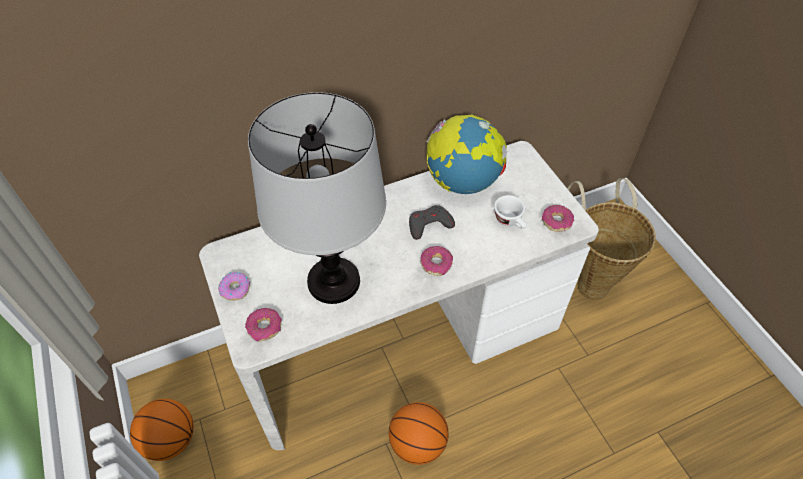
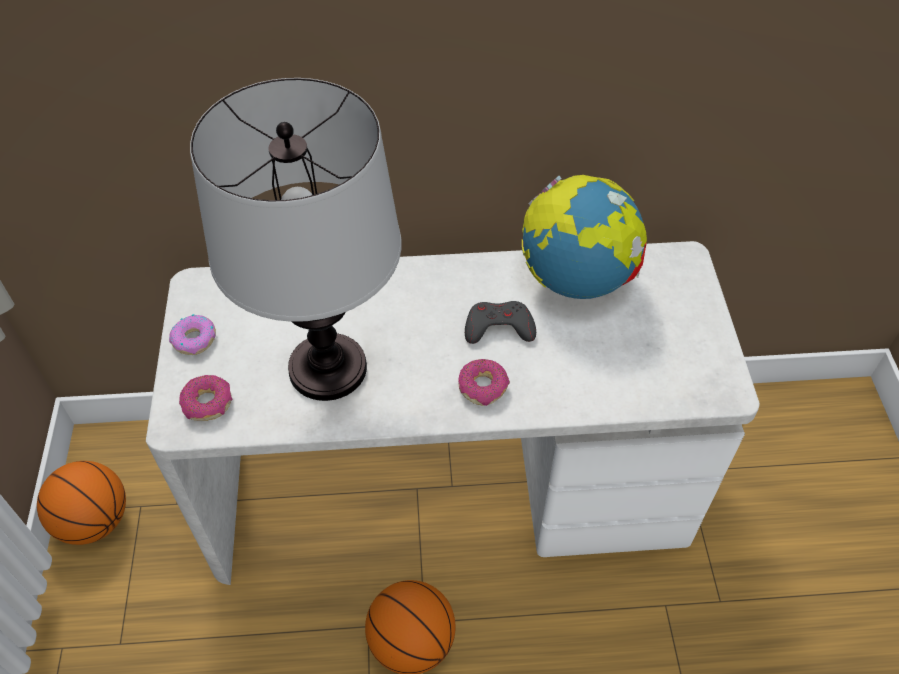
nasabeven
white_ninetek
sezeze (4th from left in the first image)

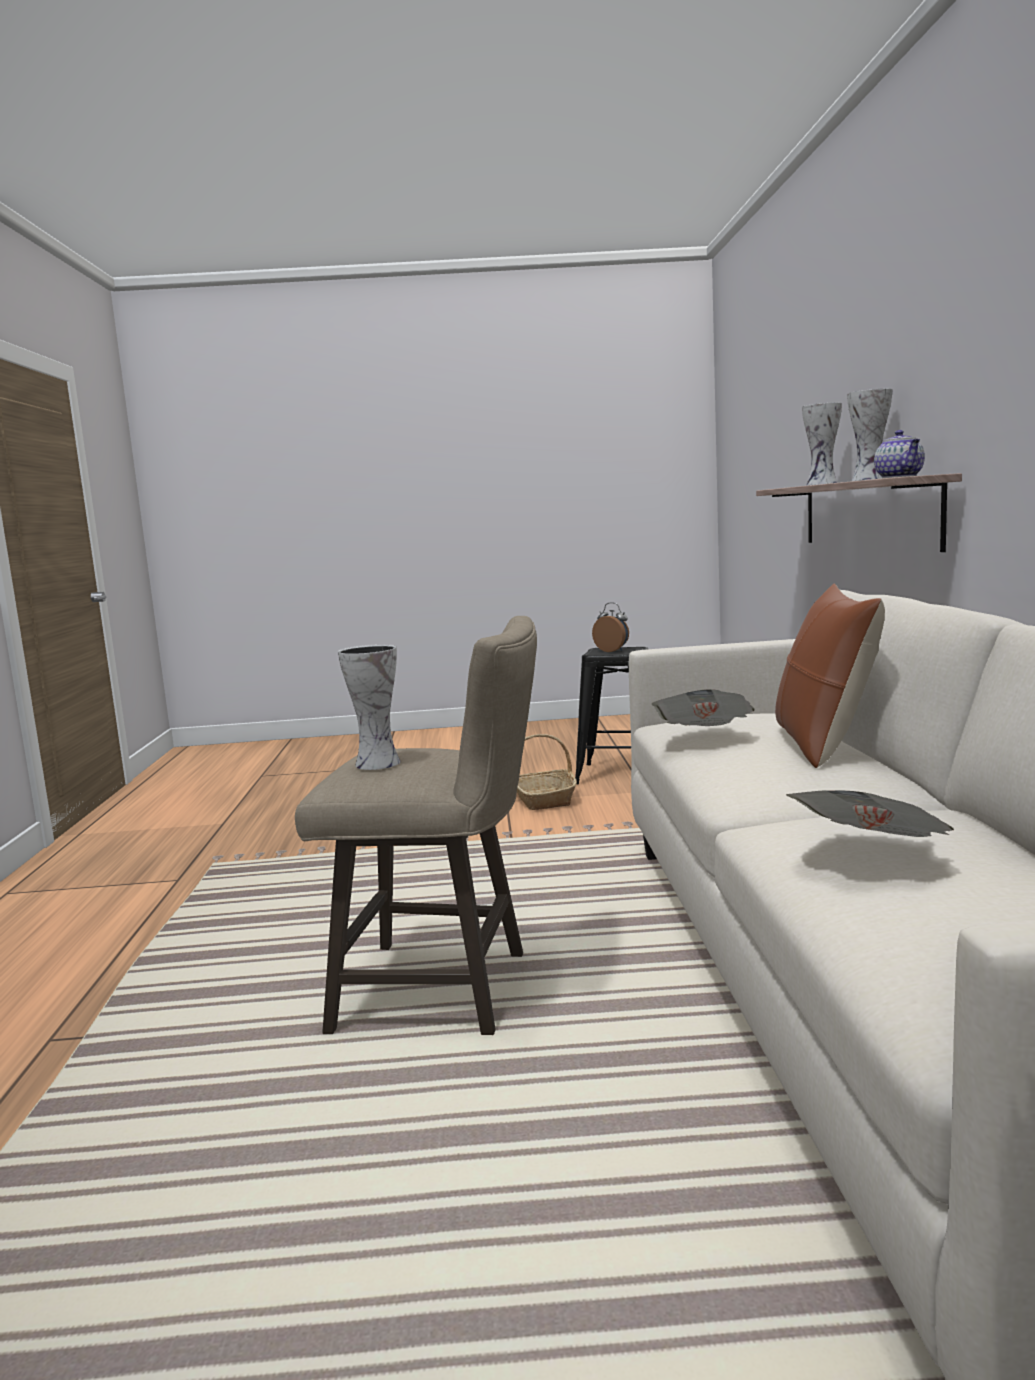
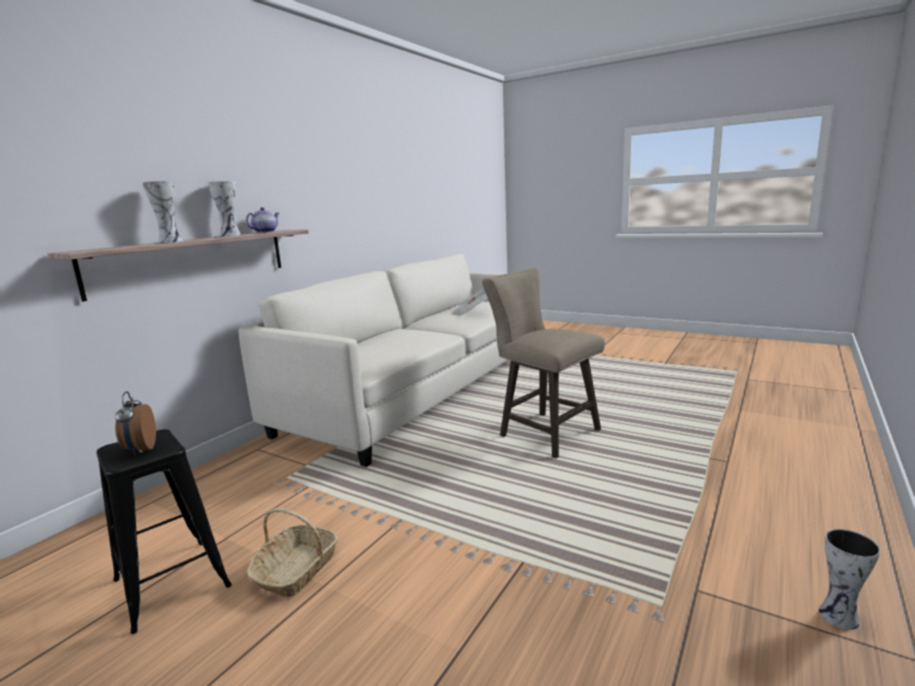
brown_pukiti
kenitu (3rd from left)
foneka (1st from left in the first image)

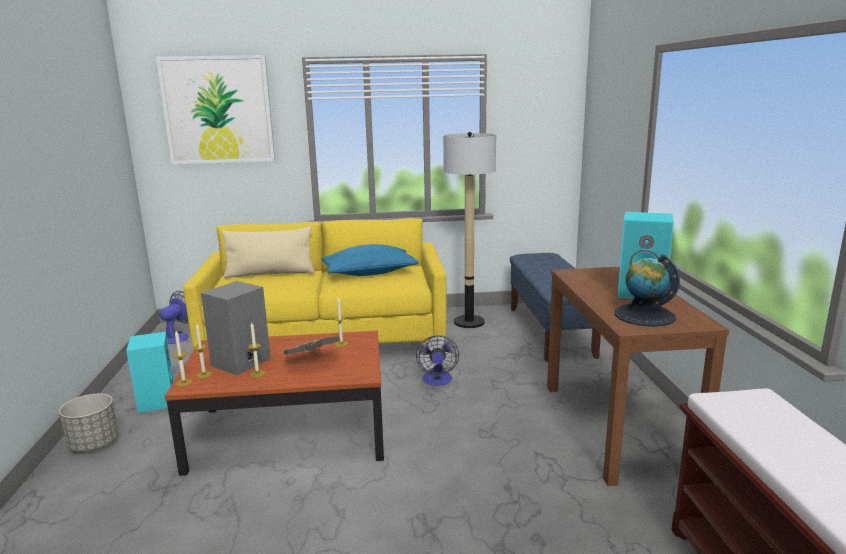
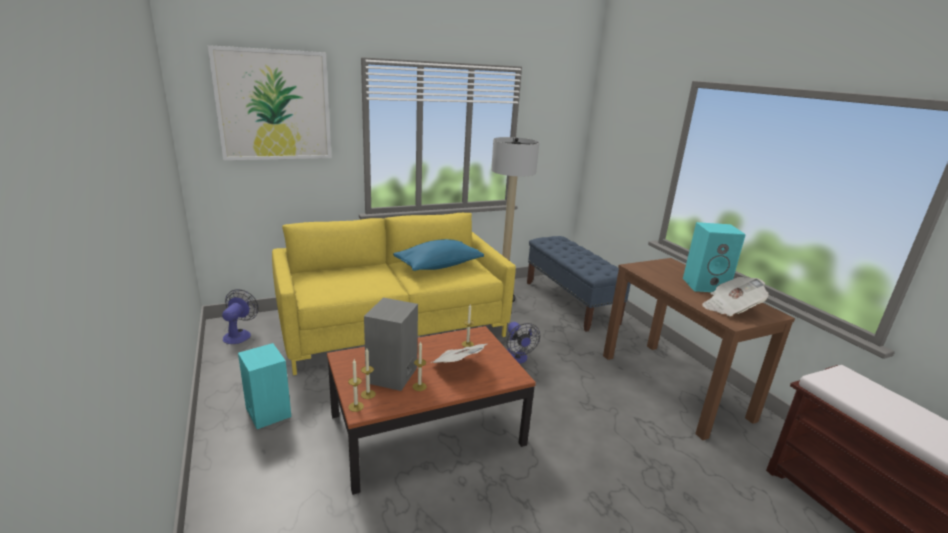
beige_pukiti
foneka (2nd from left)
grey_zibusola

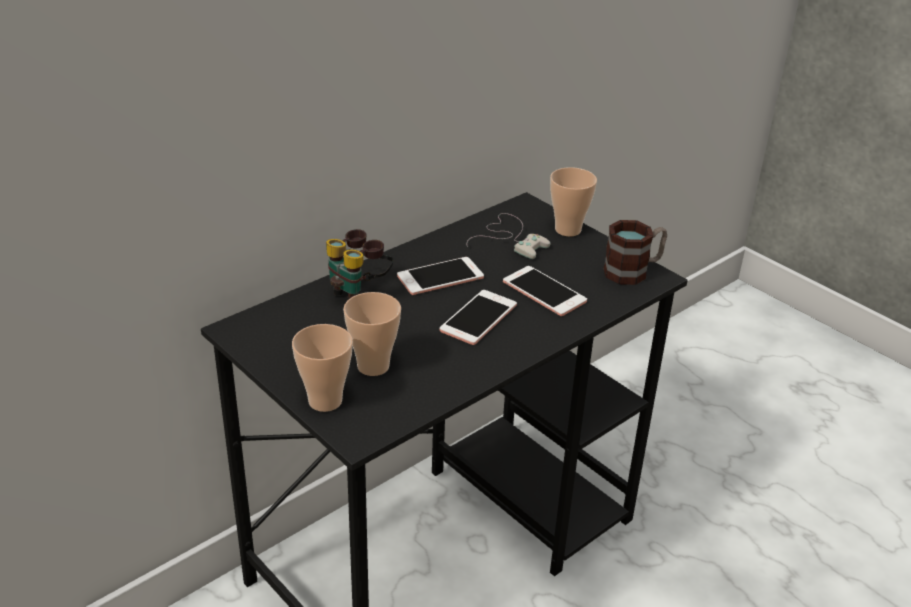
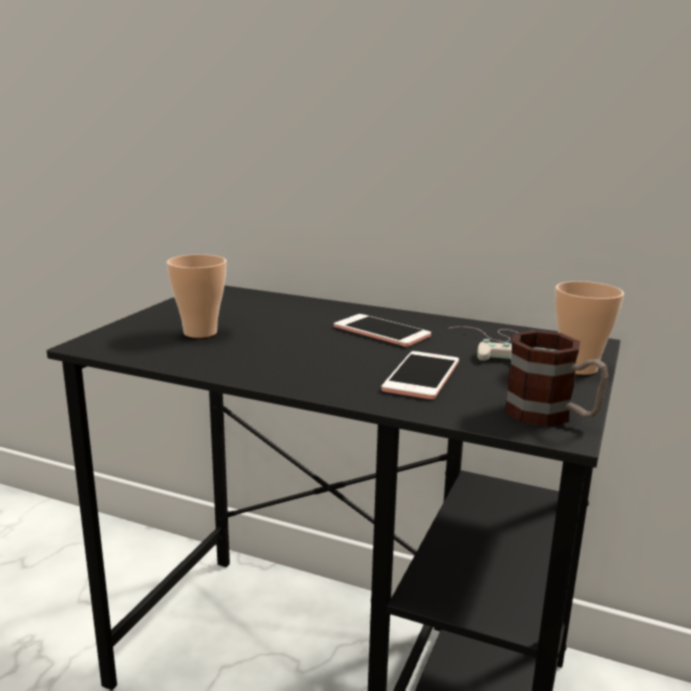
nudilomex
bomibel (2nd from left in the first image)
ninetek (1st from left in the first image)

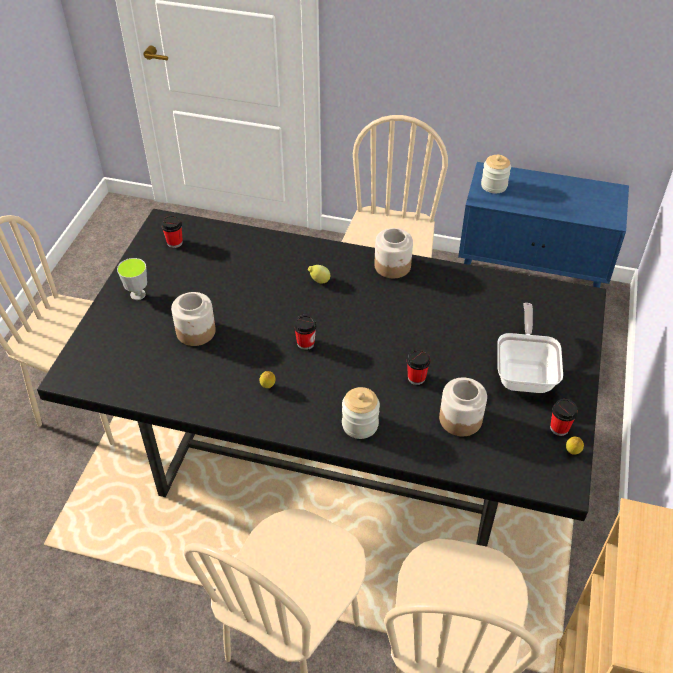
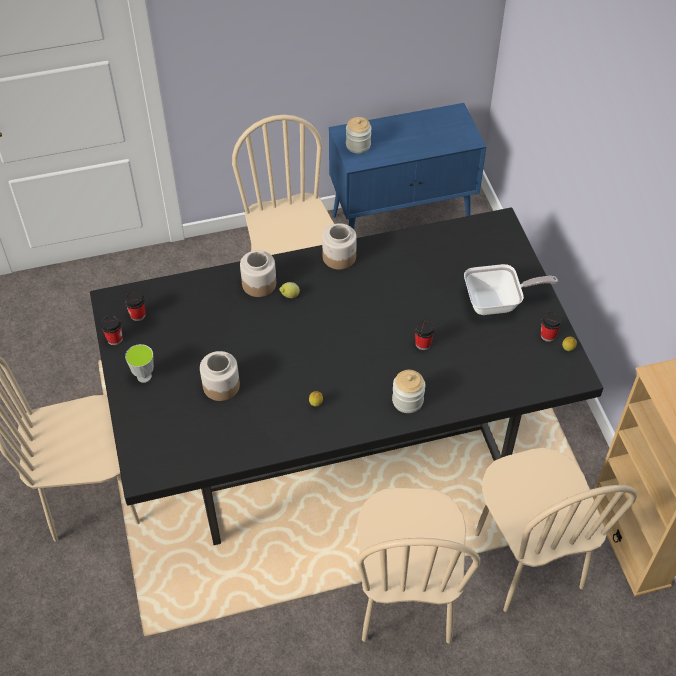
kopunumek
ninetek (1st from left)
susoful (2nd from left)

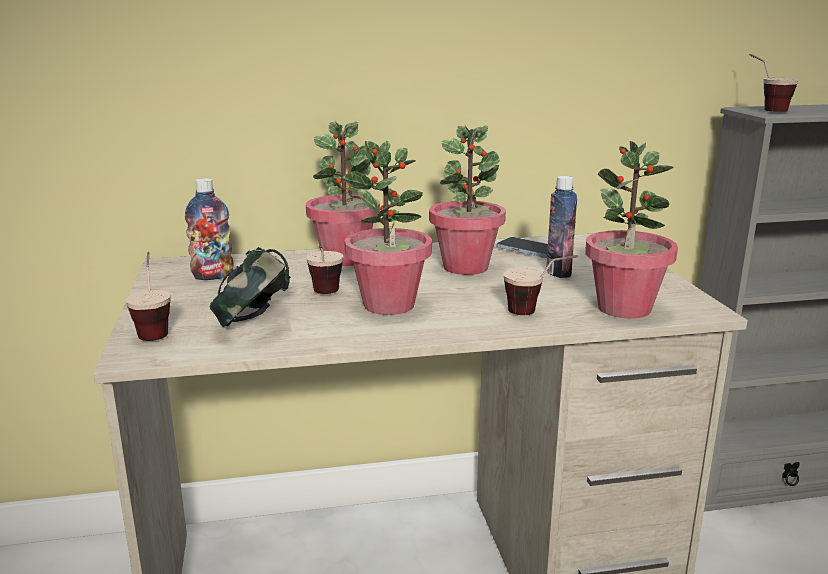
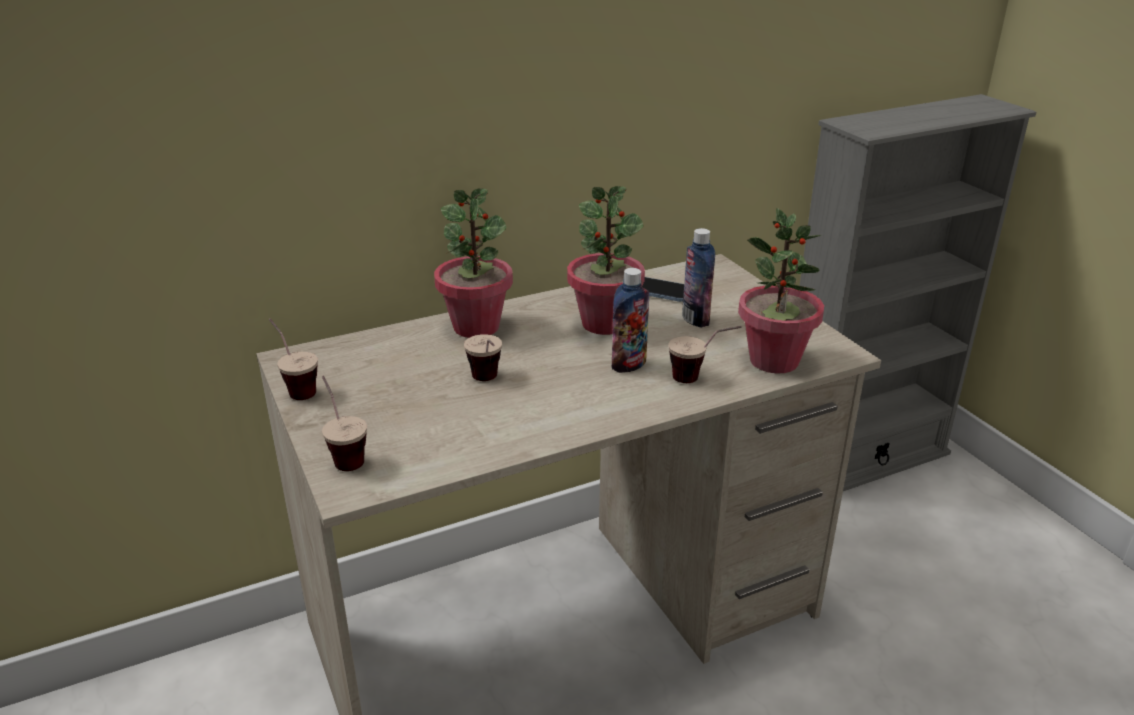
ninetek (1st from left)
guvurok (2nd from left in the first image)
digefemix (1st from left)
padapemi

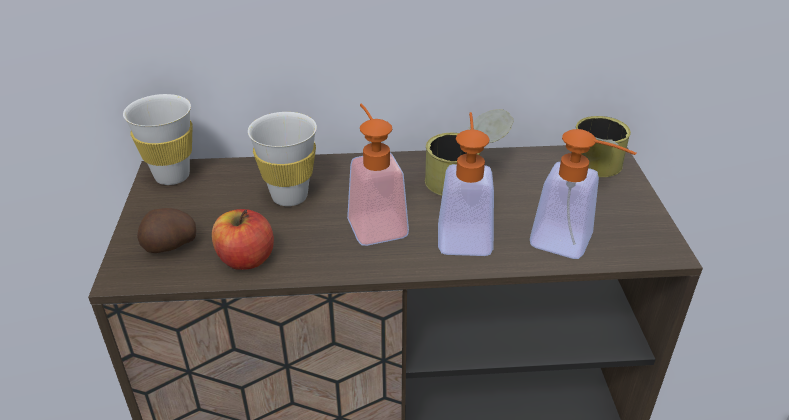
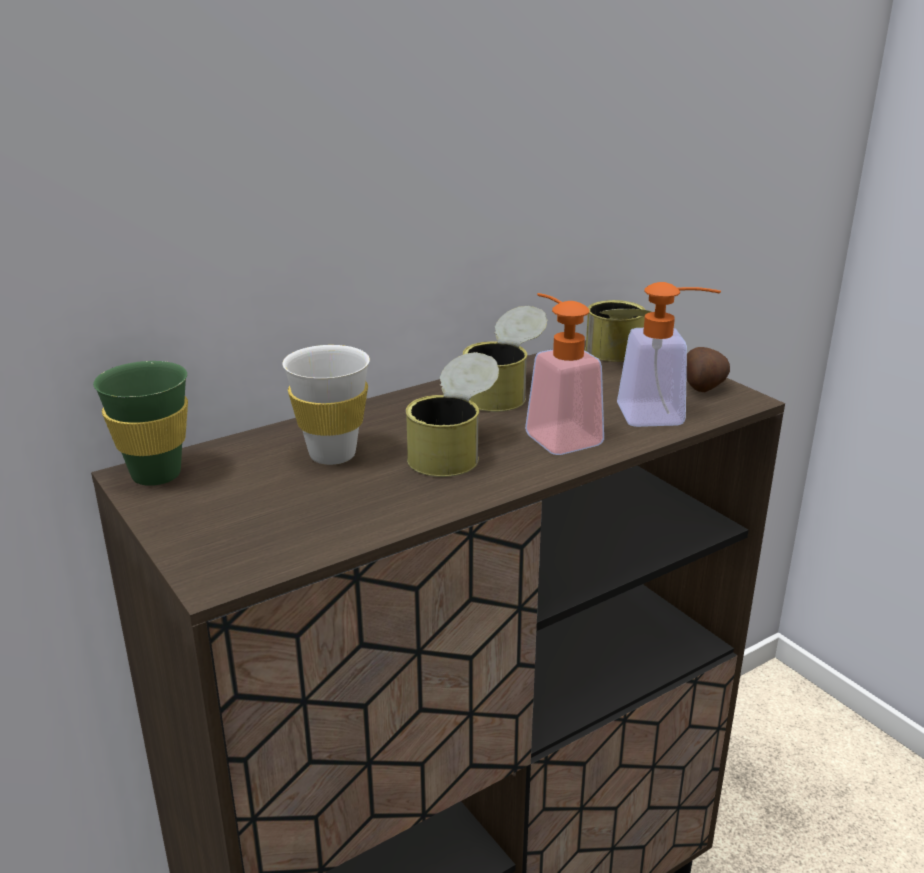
green_ninetek
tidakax (1st from left)
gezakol
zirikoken

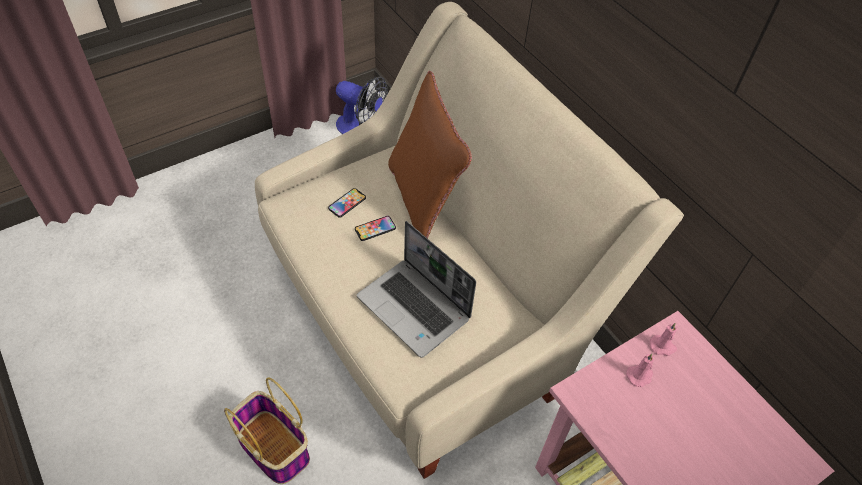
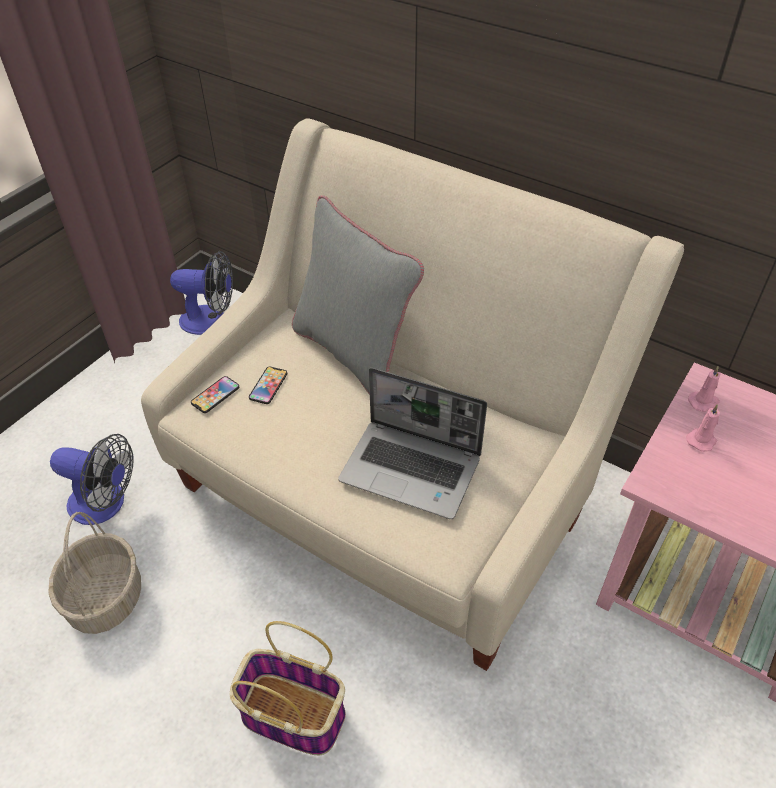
grey_pukiti
bomibel (1st from left)
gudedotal (1st from left)
nasabeven (1st from left)

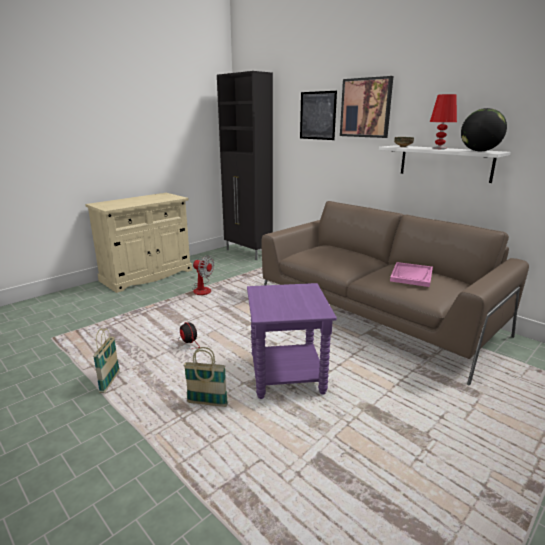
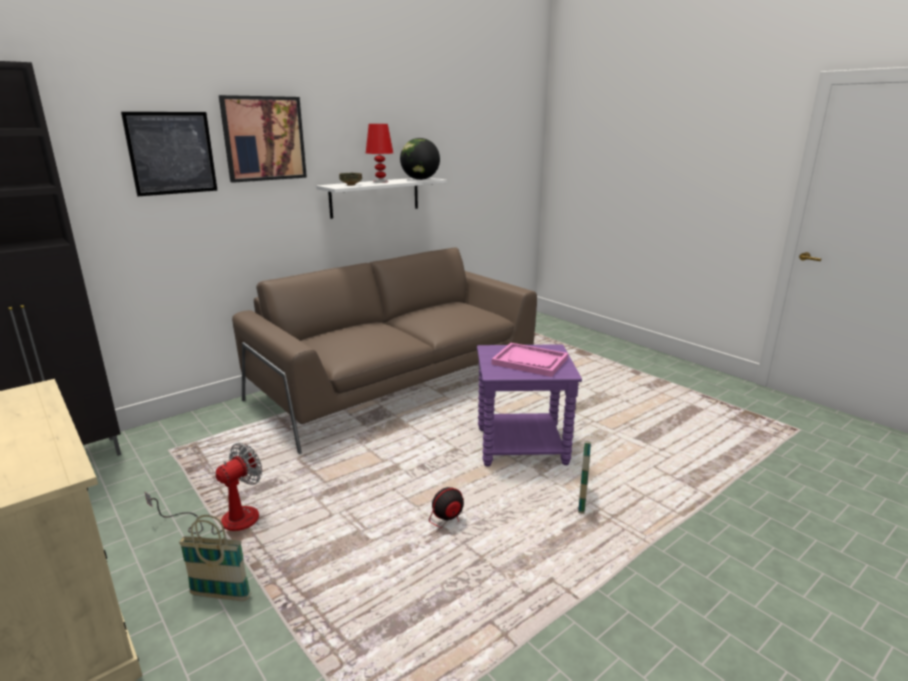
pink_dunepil
nasabeven (1st from left)

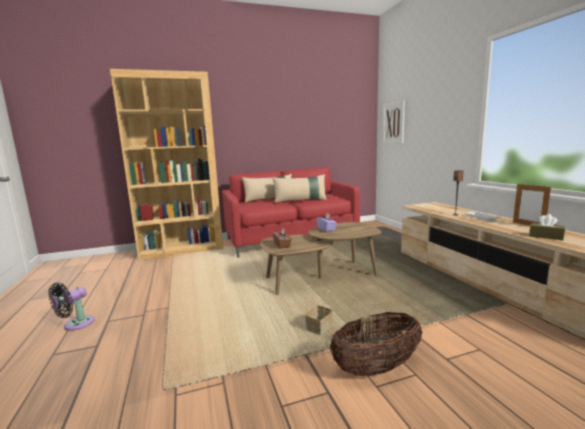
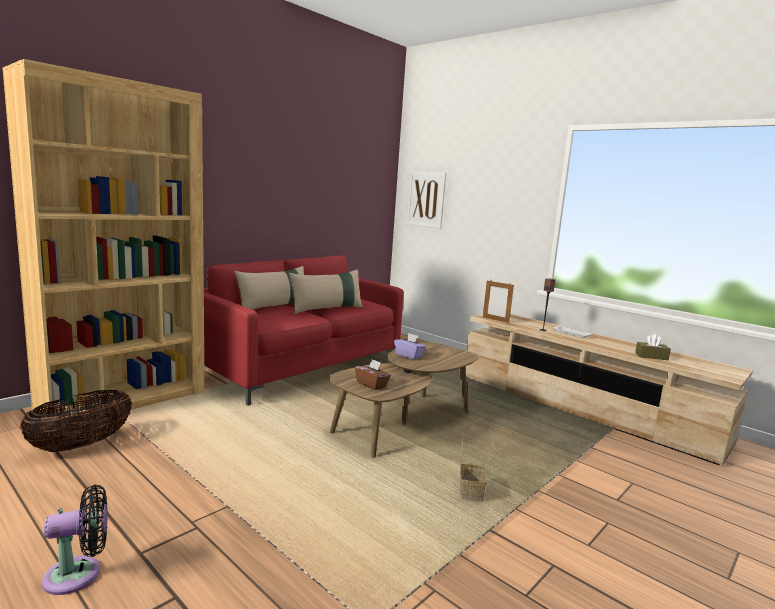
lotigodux
black_gudedotal
nasabeven (1st from left)

